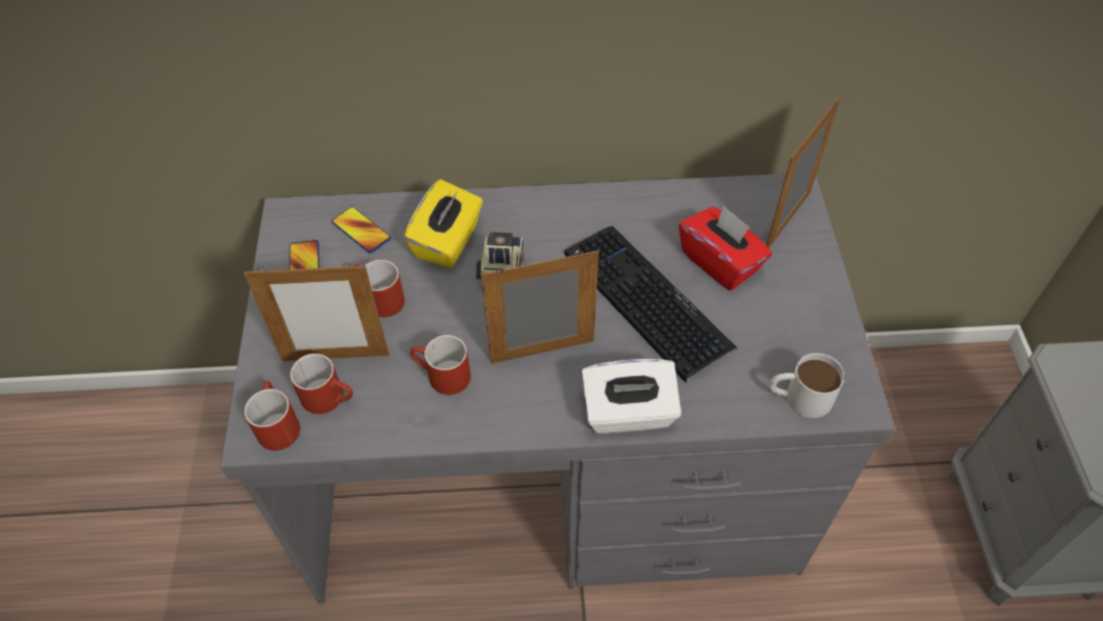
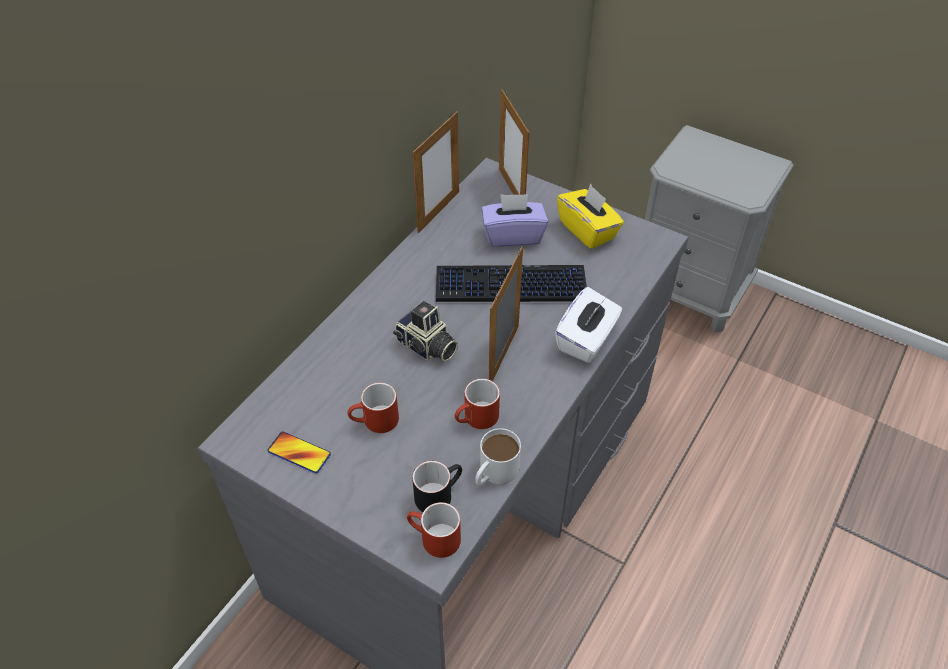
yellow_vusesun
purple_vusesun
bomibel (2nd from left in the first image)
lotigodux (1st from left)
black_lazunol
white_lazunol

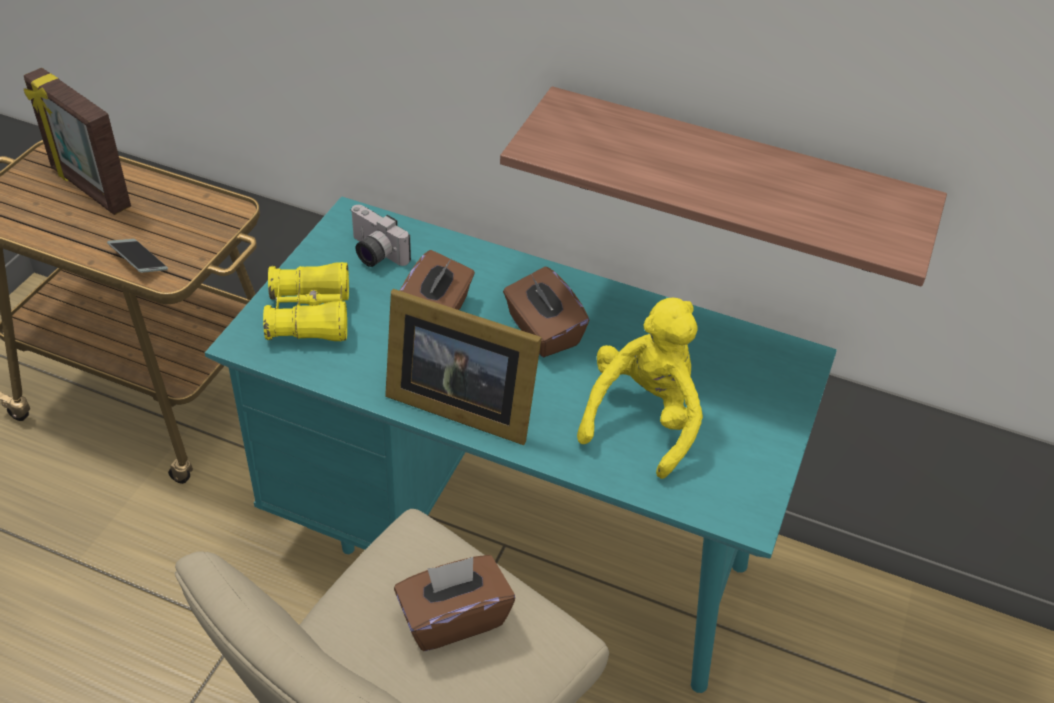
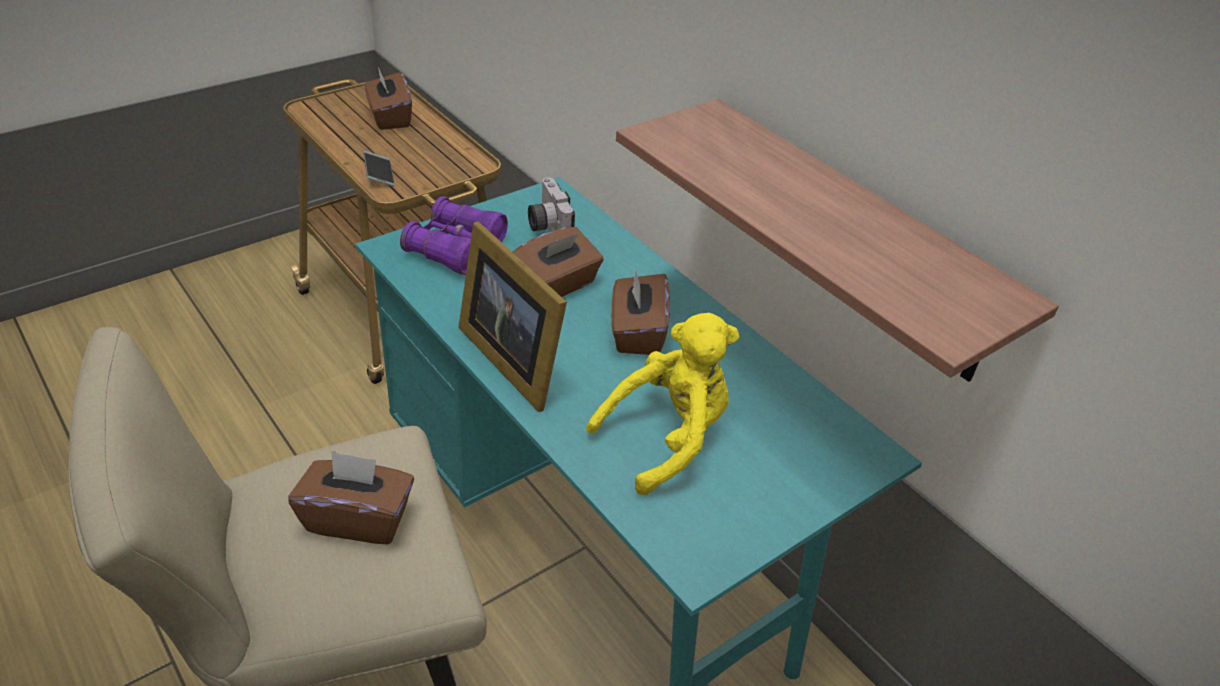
brown_vusesun (2nd from left)
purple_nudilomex

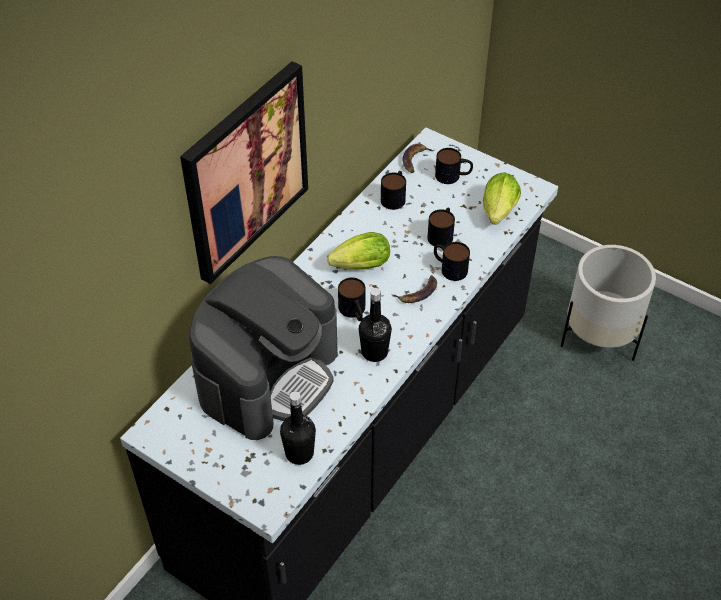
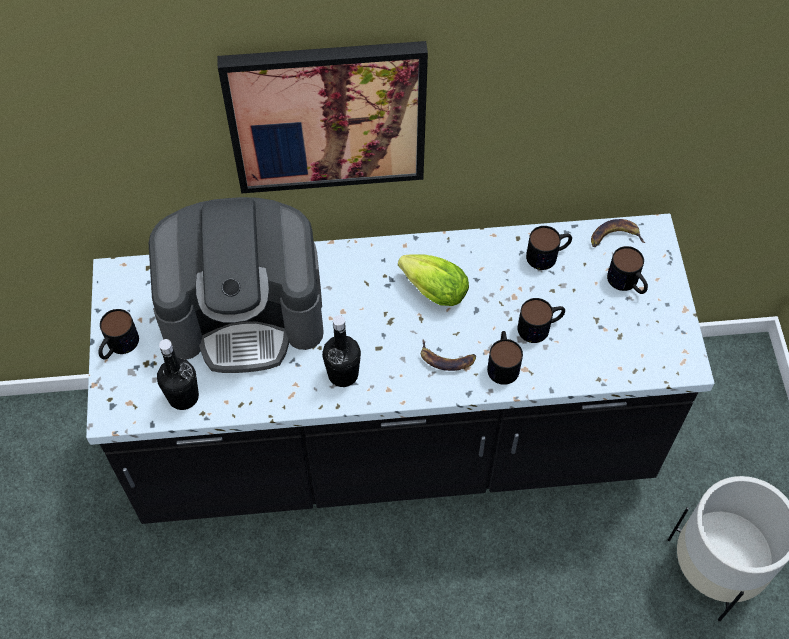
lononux (2nd from left in the first image)
lazunol (1st from left)

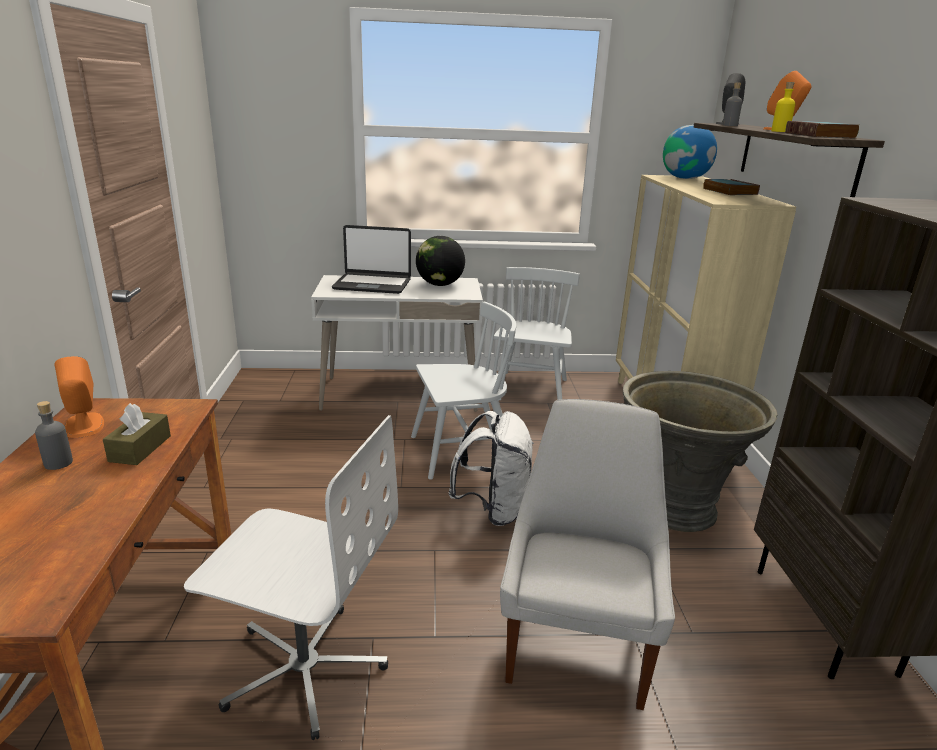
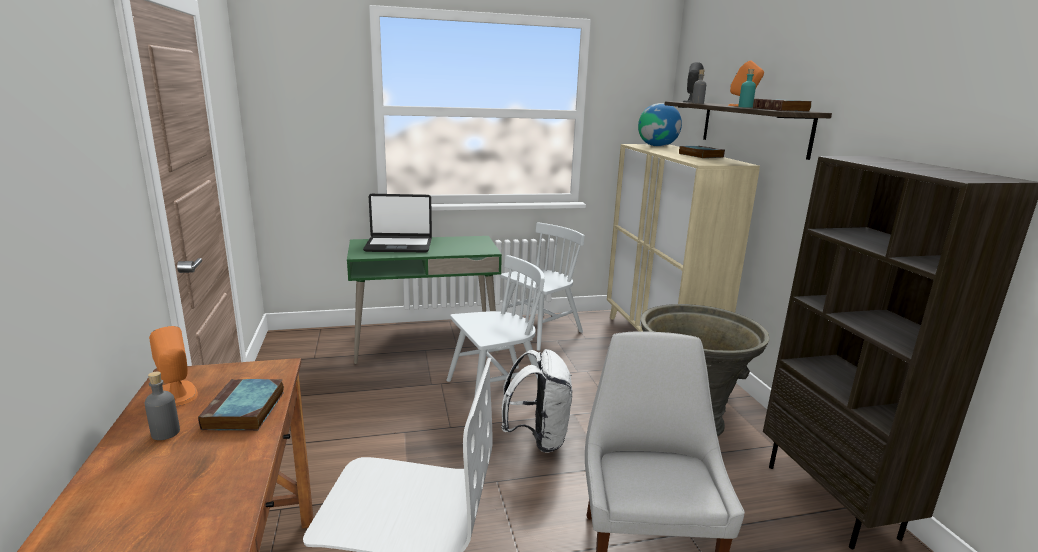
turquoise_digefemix
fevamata (1st from left in the first image)
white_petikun (2nd from left)
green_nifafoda
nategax (1st from left)

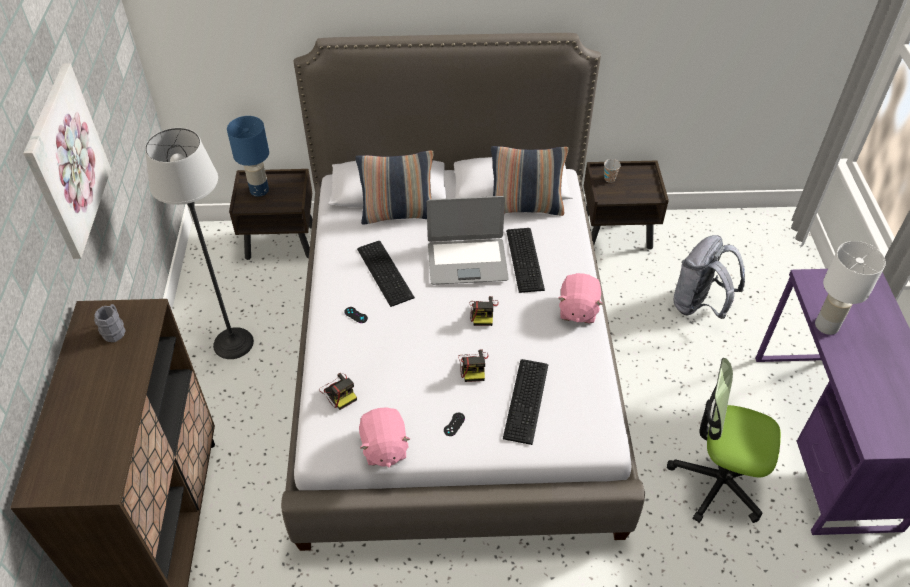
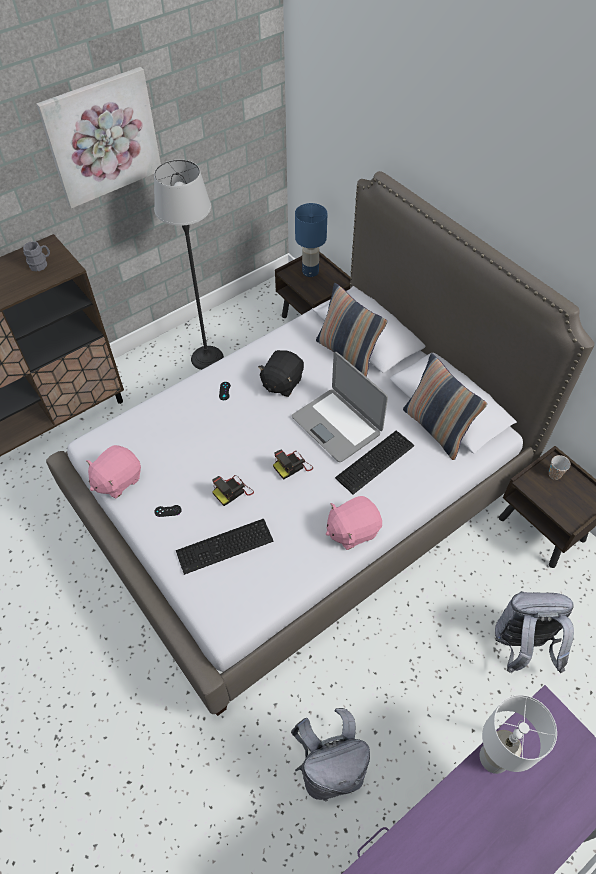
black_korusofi
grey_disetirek (1st from left)
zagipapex (1st from left in the first image)

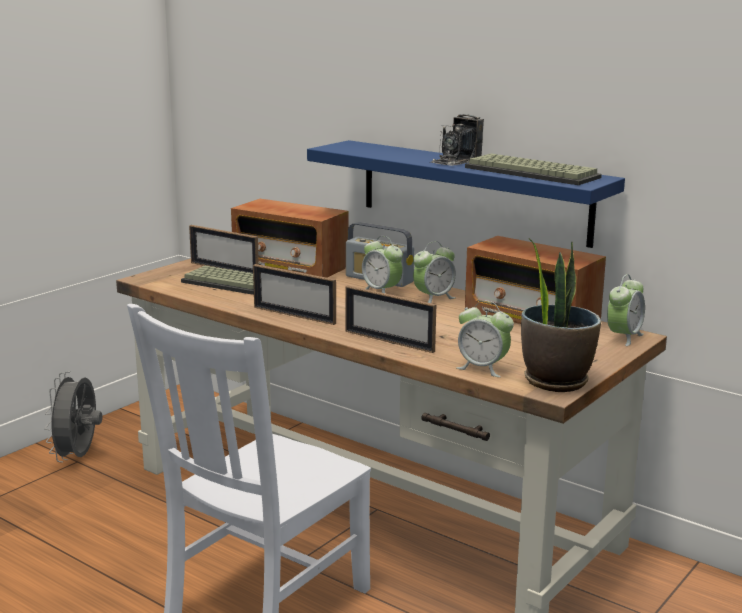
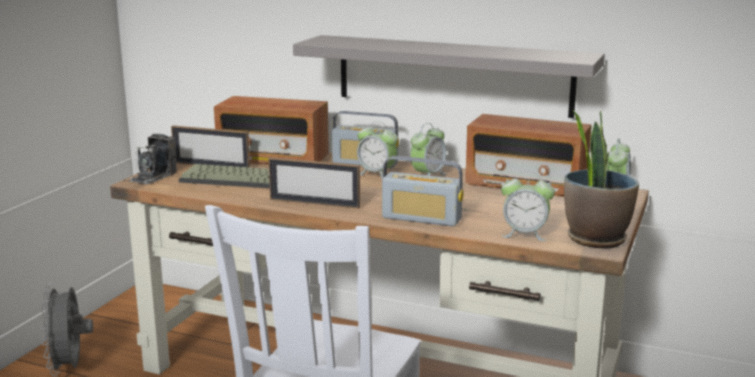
zagipapex
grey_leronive
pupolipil (2nd from left in the first image)
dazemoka (3rd from left)

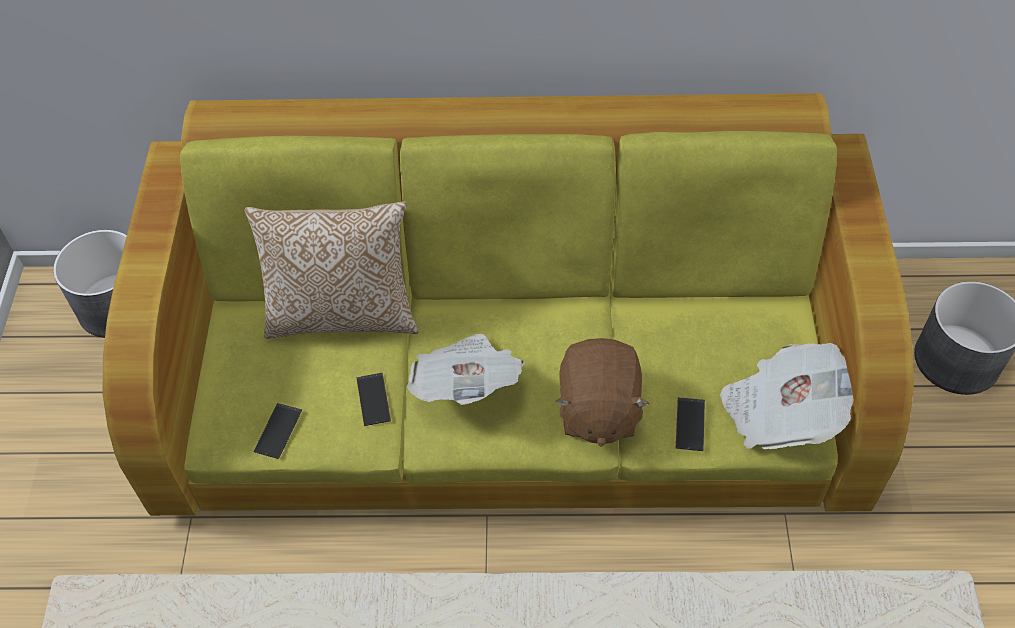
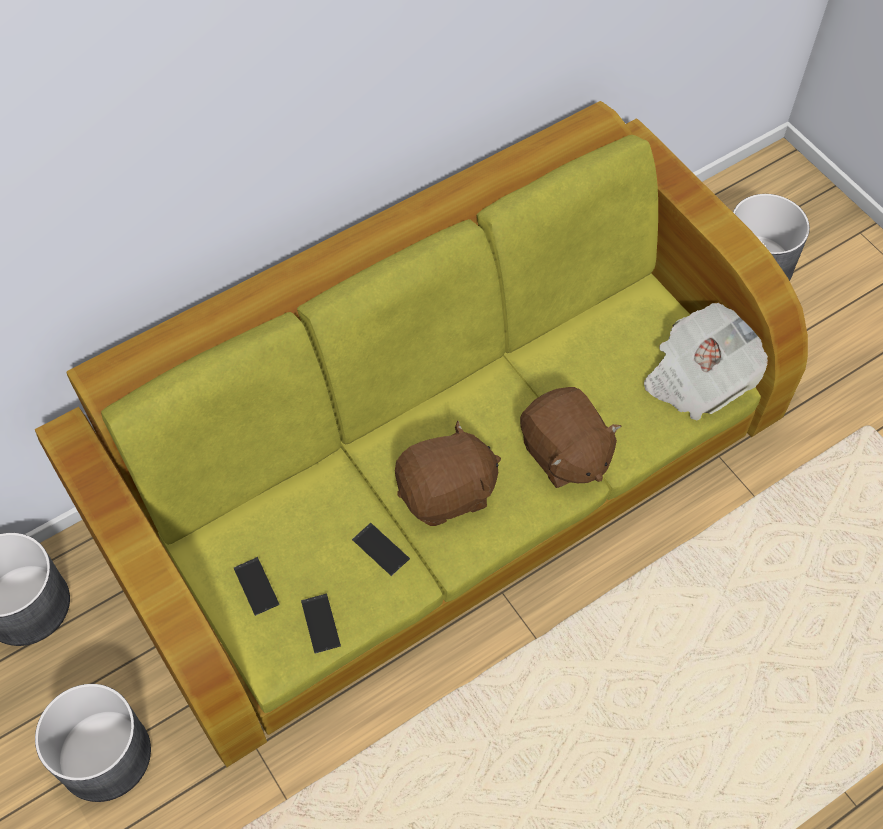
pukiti
brown_korusofi (1st from left)
bomibel (1st from left)
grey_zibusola (2nd from left)

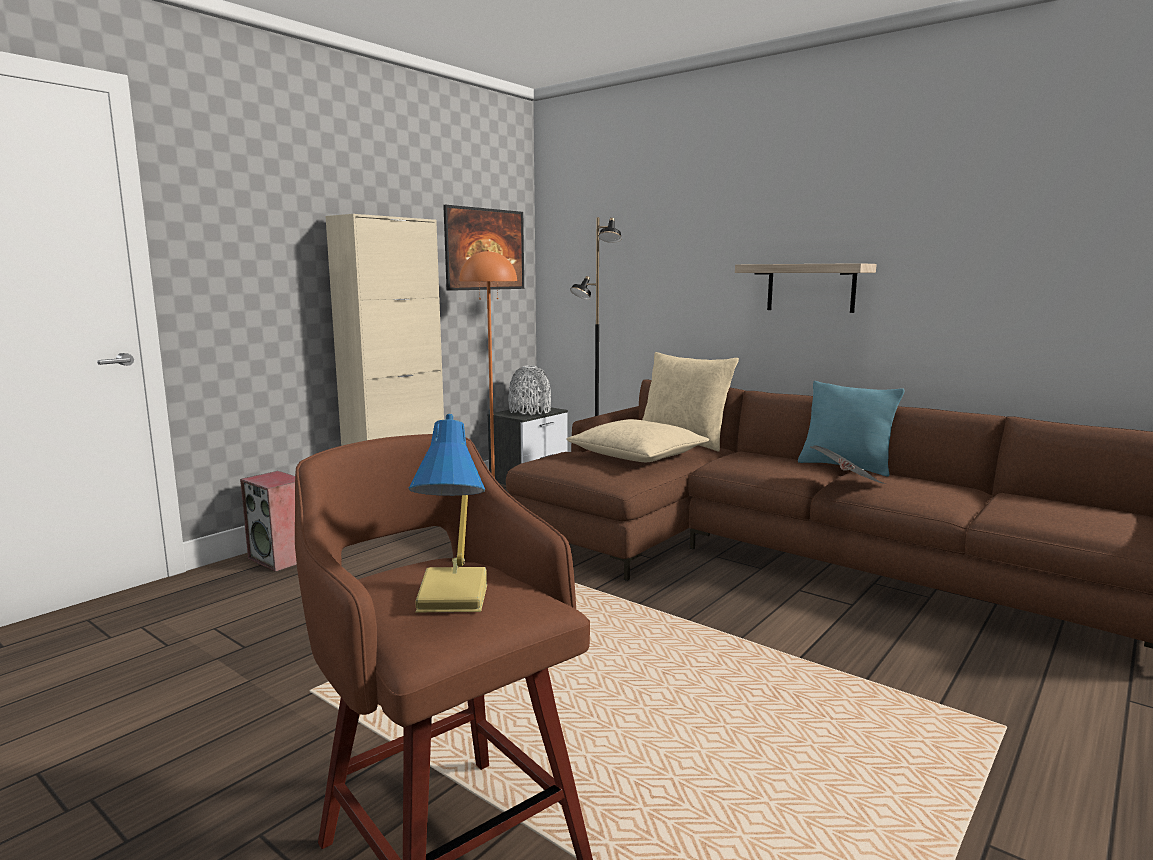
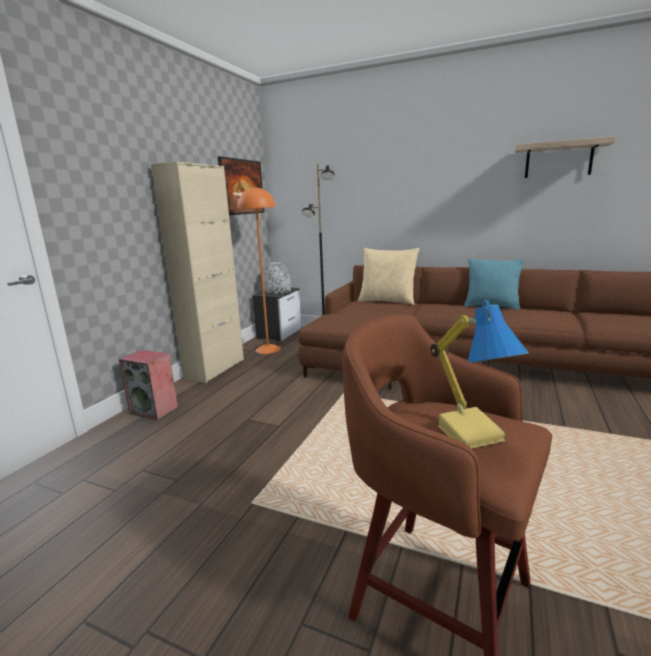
leronive
beige_pukiti (1st from left in the first image)
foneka

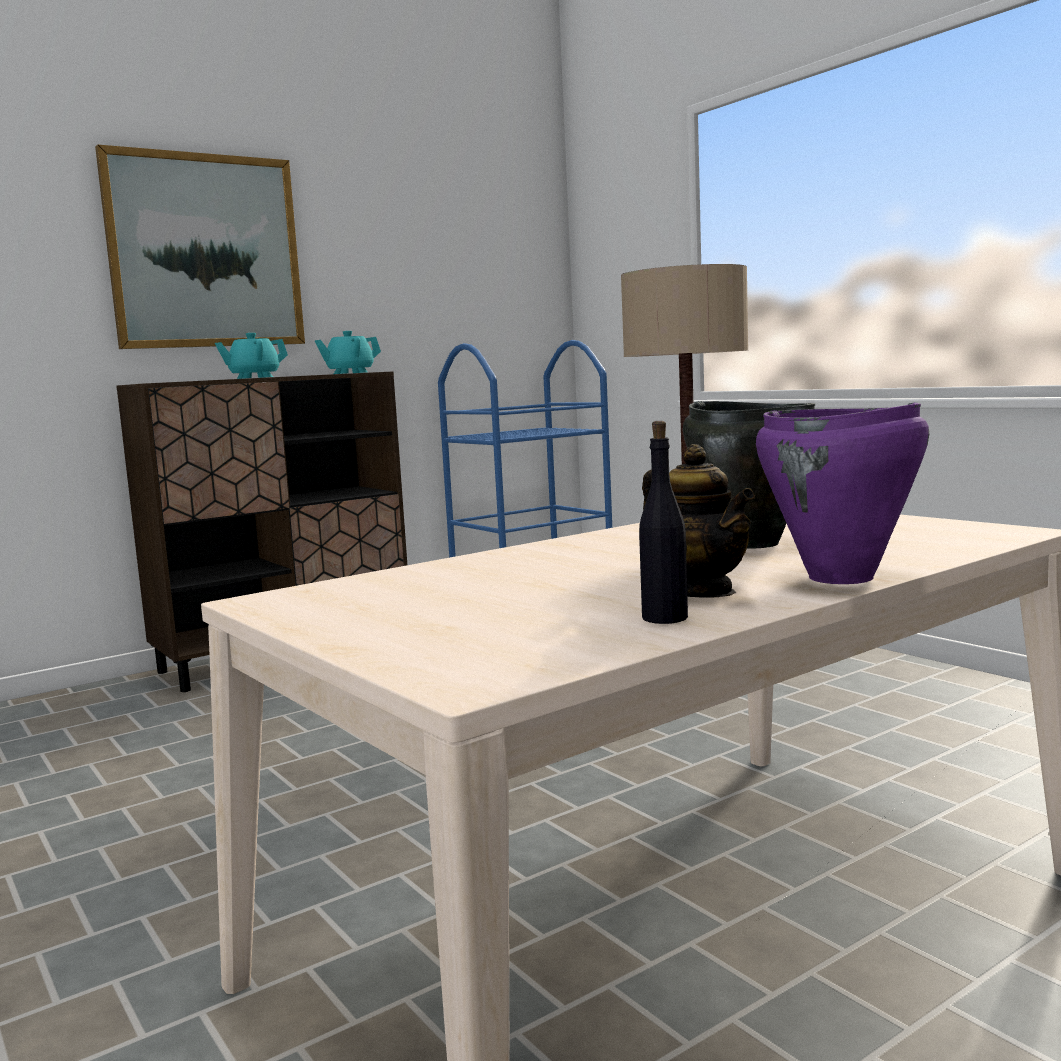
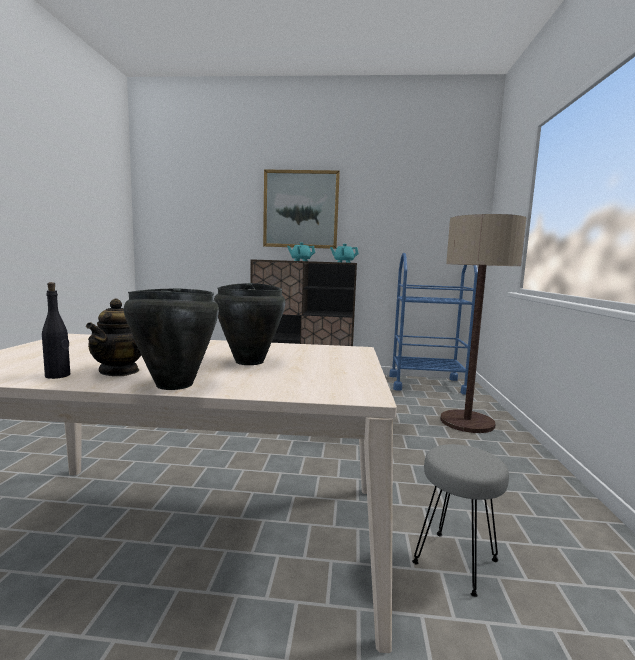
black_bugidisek (1st from left)
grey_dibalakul

